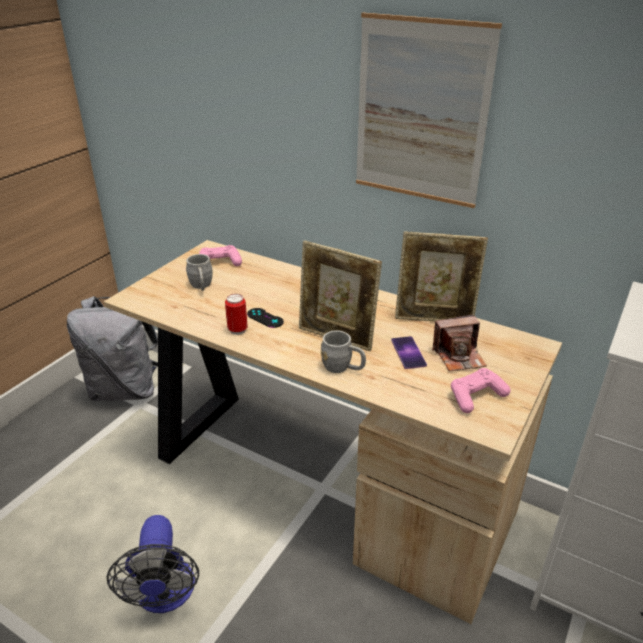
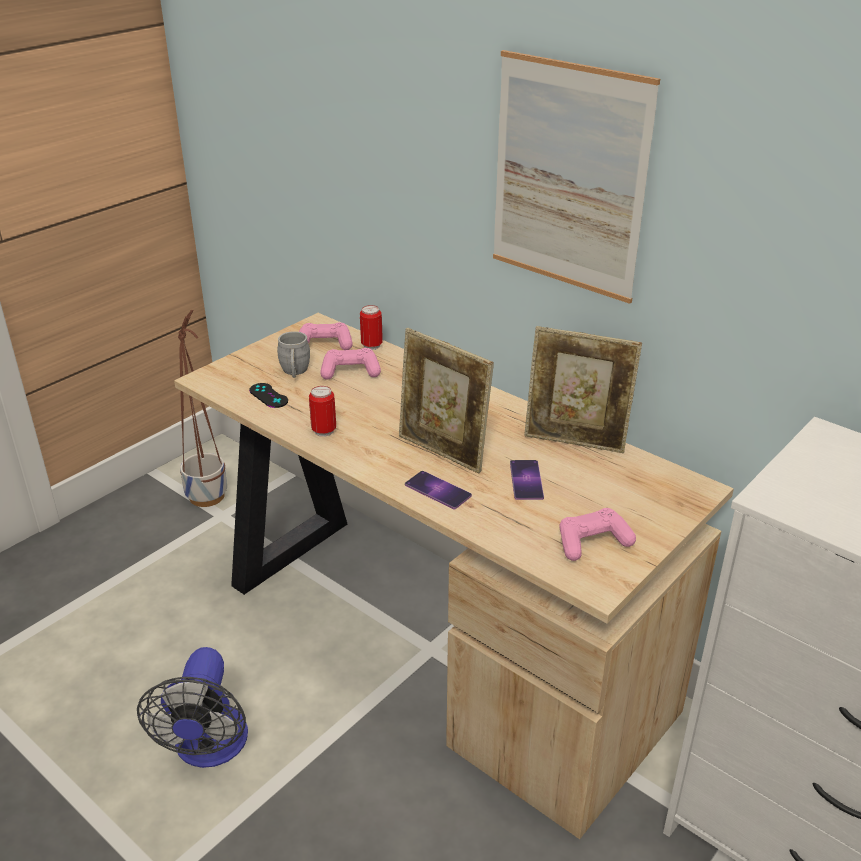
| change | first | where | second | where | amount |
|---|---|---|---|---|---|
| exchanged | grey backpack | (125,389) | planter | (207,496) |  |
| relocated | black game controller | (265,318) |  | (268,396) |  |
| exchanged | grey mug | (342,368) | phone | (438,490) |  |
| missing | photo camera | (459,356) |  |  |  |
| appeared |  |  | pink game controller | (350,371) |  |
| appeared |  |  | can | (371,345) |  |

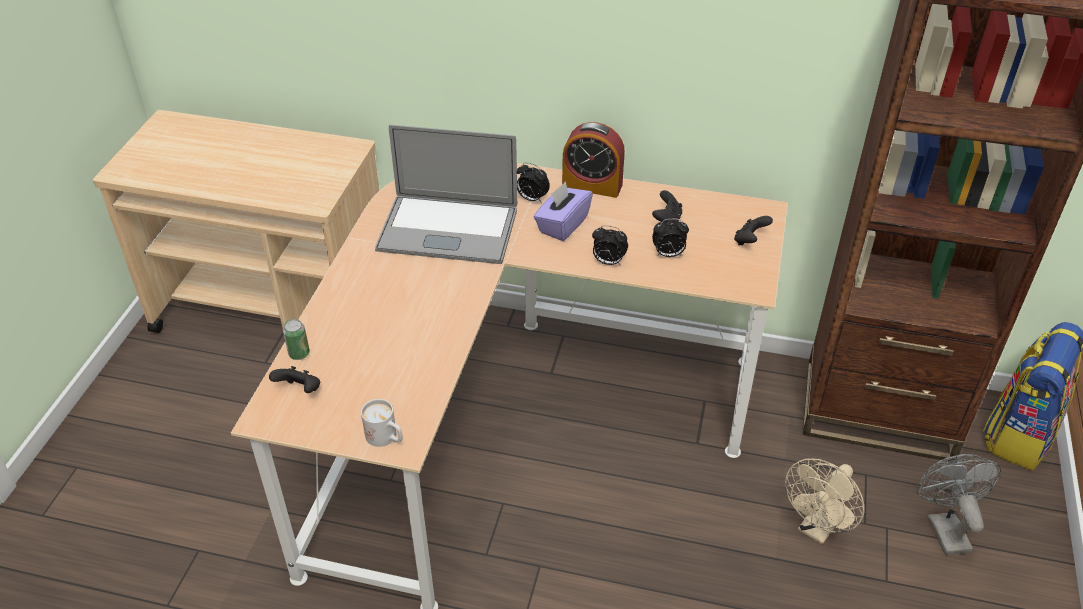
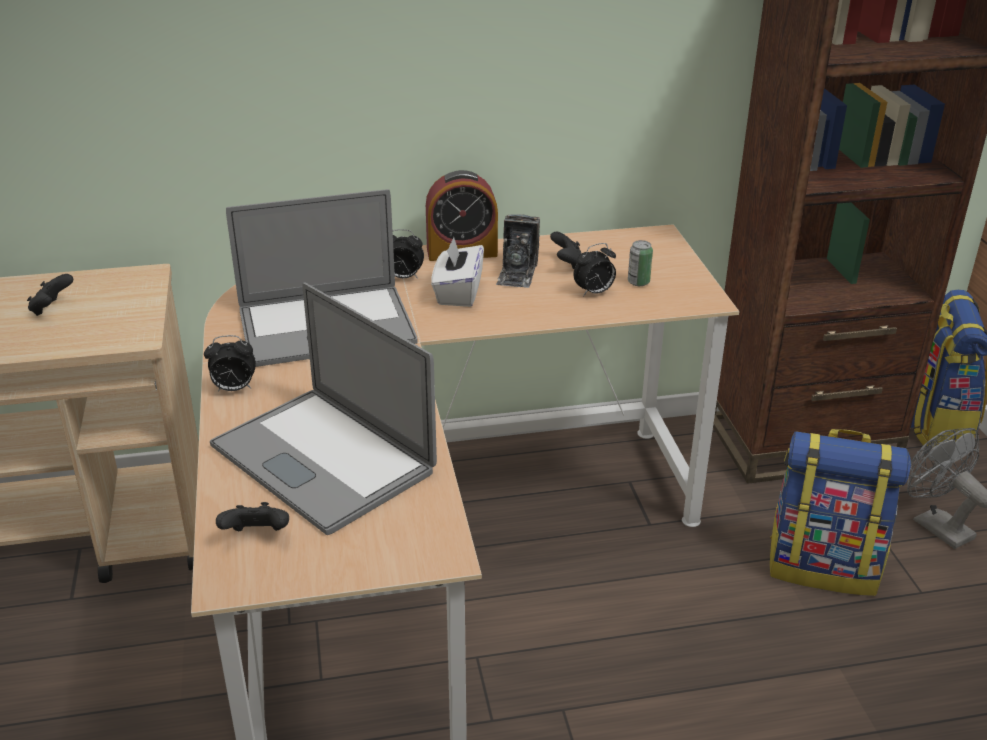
| change | first | where | second | where | amount |
|---|---|---|---|---|---|
| relocated | can | (299,353) |  | (638,282) |  |
| missing | white mug | (386,438) |  |  |  |
| colour | purple tissue box | (562,225) | white tissue box | (458,293) |  |
| relocated | alarm clock | (608,262) |  | (234,389) |  |
| relocated | black game controller | (750,241) |  | (52,309) |  |
| exchanged | beige fan | (817,528) | backpack | (824,566) |  |
| appeared |  |  | laptop | (322,458) |  |
| appeared |  |  | photo camera | (517,272) |  |

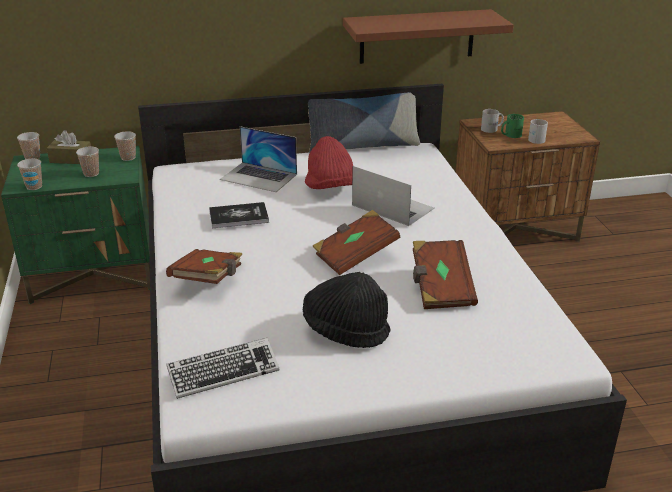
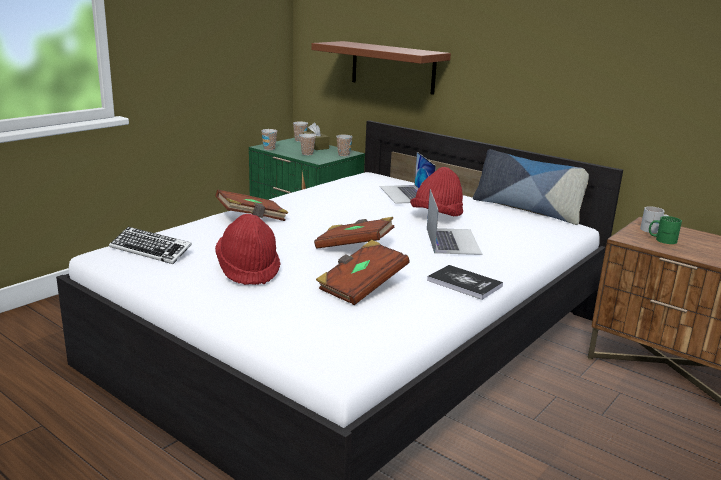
| change | first | where | second | where | amount |
|---|---|---|---|---|---|
| relocated | book | (238,216) |  | (464,283) |  |
| colour | black hat | (345,330) | red hat | (248,270) |  |
| relocated | brown shelf | (417,36) |  | (393,67) |  |
| missing | white mug | (536,138) |  |  |  |

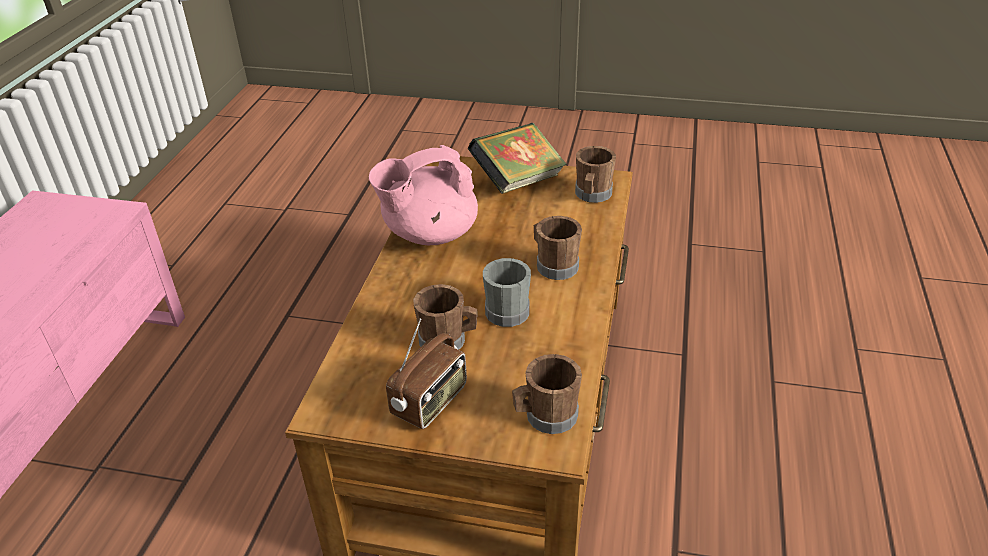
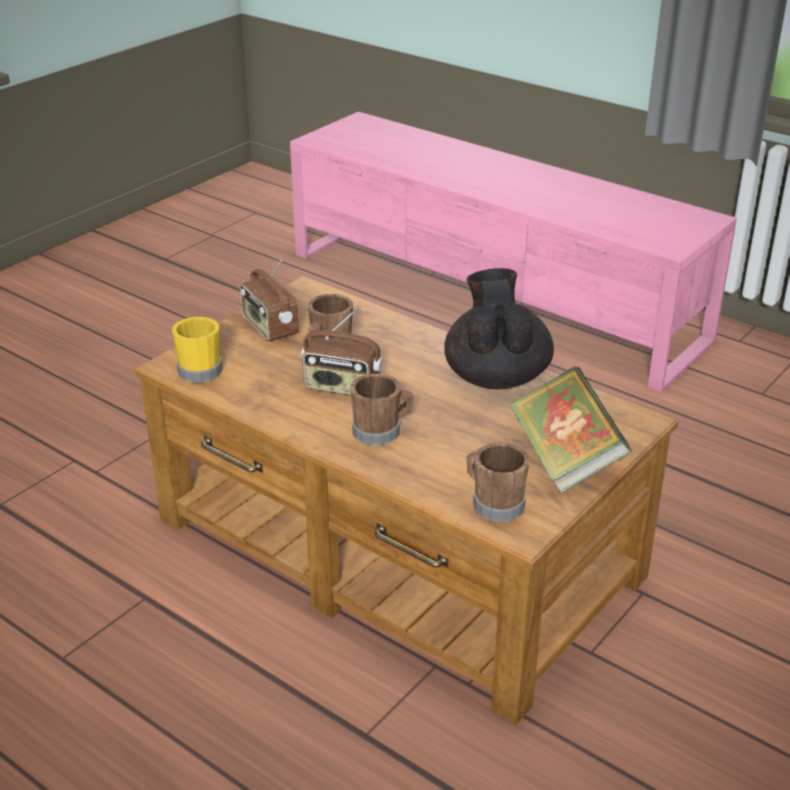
| change | first | where | second | where | amount |
|---|---|---|---|---|---|
| colour | pink teapot | (429,234) | black teapot | (496,376) |  |
| exchanged | grey mug | (506,309) | radio | (341,386) |  |
| colour | brown mug | (545,417) | yellow mug | (202,368) |  |

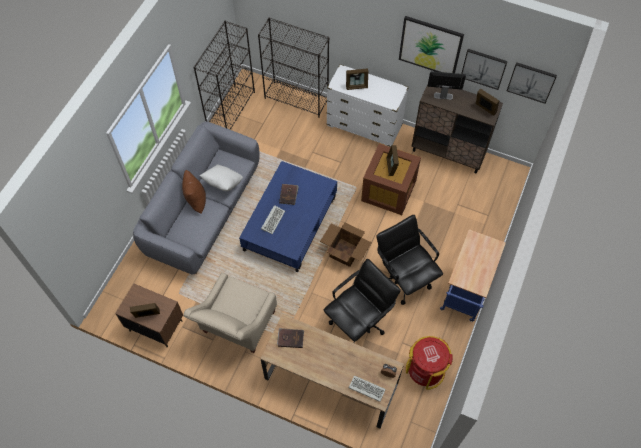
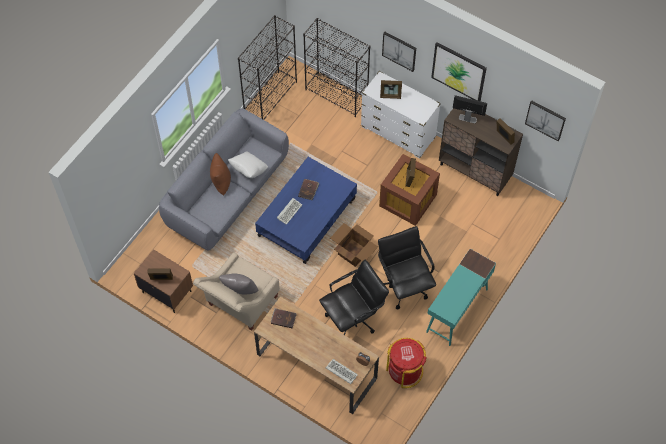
| change | first | where | second | where | amount |
|---|---|---|---|---|---|
| exchanged | blue cart | (464,296) | turquoise desk | (457,310) |  |
| relocated | picture | (483,68) |  | (399,50) |  |
| appeared |  |  | grey pillow | (240,291) |  |

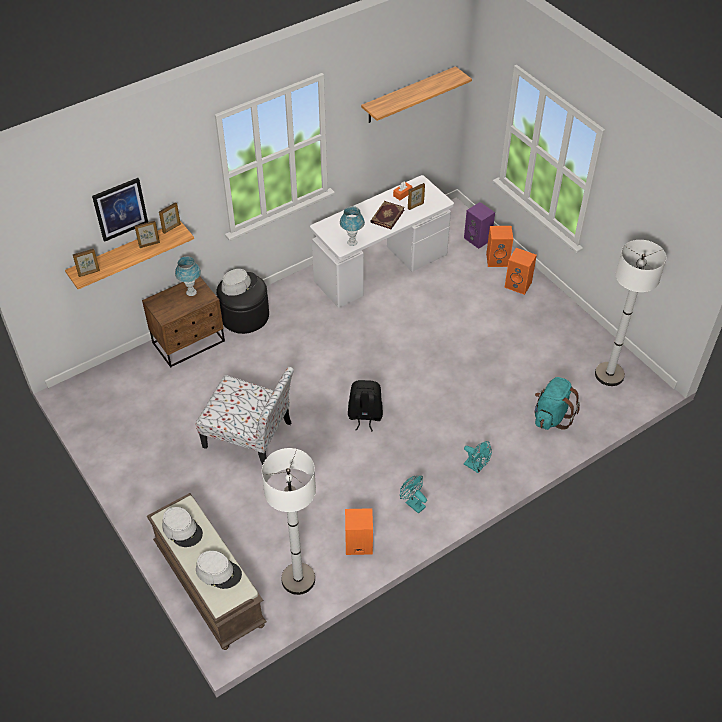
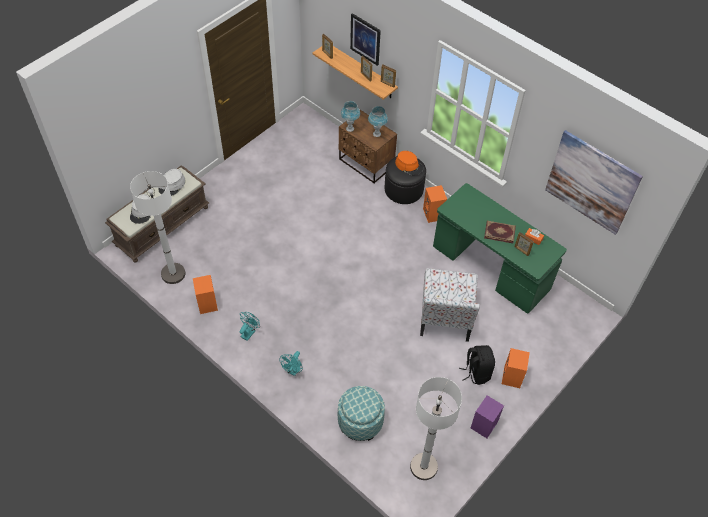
| change | first | where | second | where | amount |
|---|---|---|---|---|---|
| relocated | chair | (250,435) |  | (445,316) |  |
| colour | grey hat | (239,284) | orange hat | (409,165) |  |
| colour | white desk | (381,268) | green desk | (490,268) |  |
| relocated | blue table lamp | (352,242) |  | (350,129) |  |
| relocated | black backpack | (364,416) |  | (476,372) |  |
| exchanged | shelf | (409,95) | picture | (591,182) |  |
| relocated | purple speaker | (478,239) |  | (484,426) |  |
| relocated | orange speaker | (498,259) |  | (433,214) |  |
| exchanged | turquoise backpack | (551,416) | ottoman | (360,421) |  |

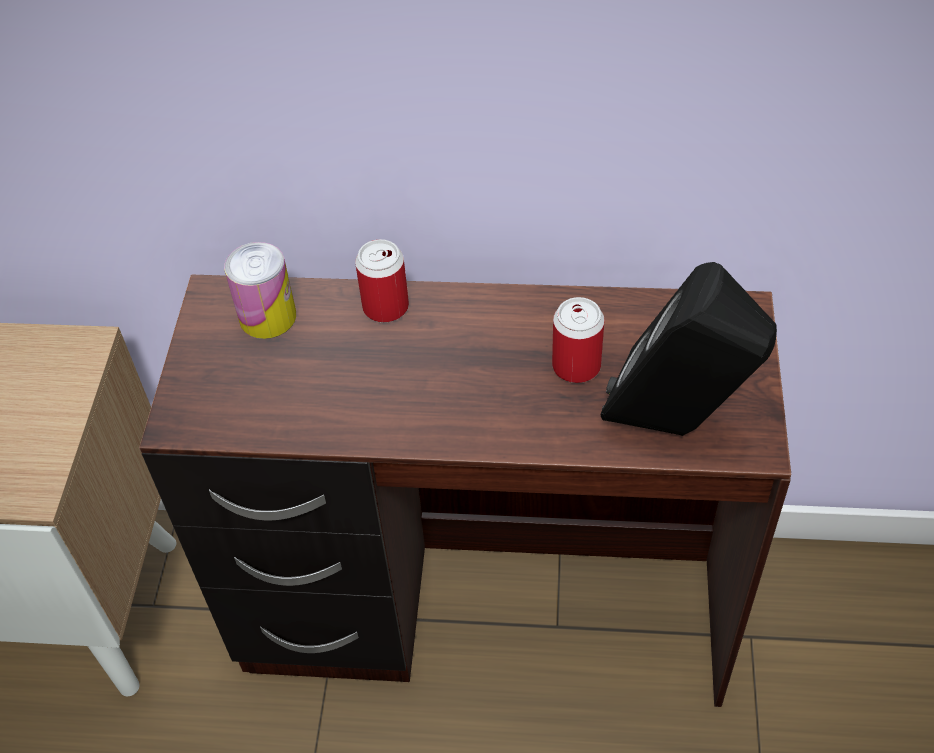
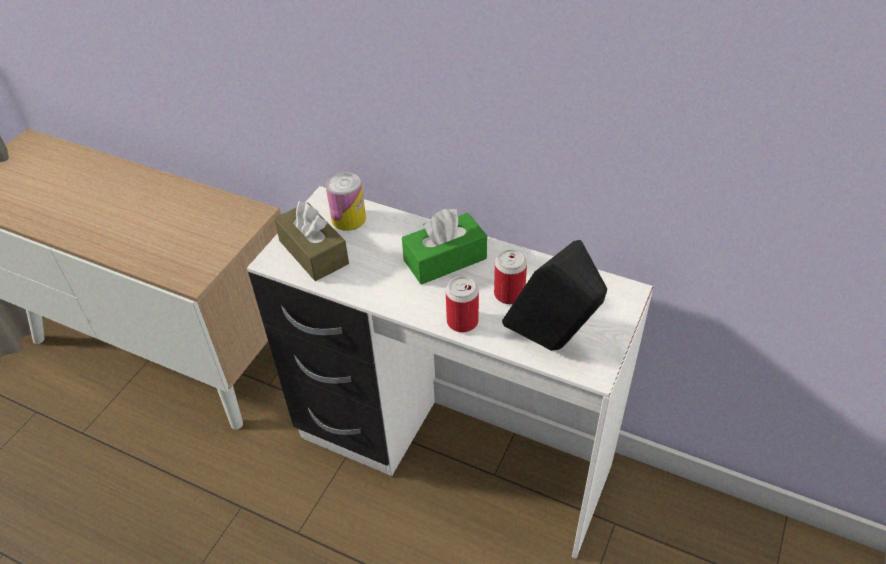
| change | first | where | second | where | amount |
|---|---|---|---|---|---|
| colour | brown desk | (484,617) | white desk | (452,454) |  |
| relocated | can | (385,307) |  | (462,321) |  |
| appeared |  |  | brown tissue box | (313,252) |  |
| appeared |  |  | green tissue box | (445,259) |  |

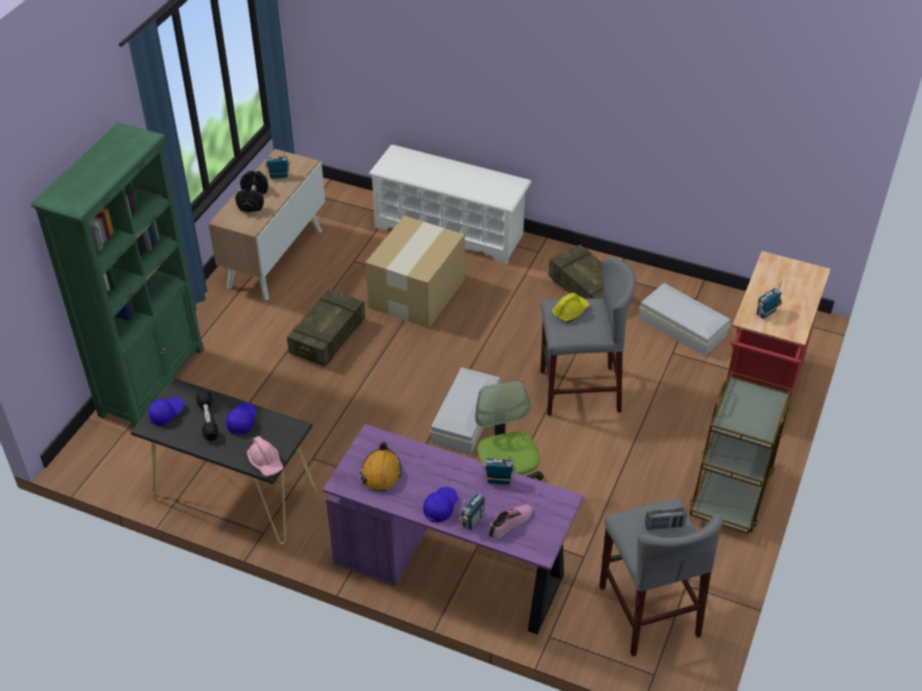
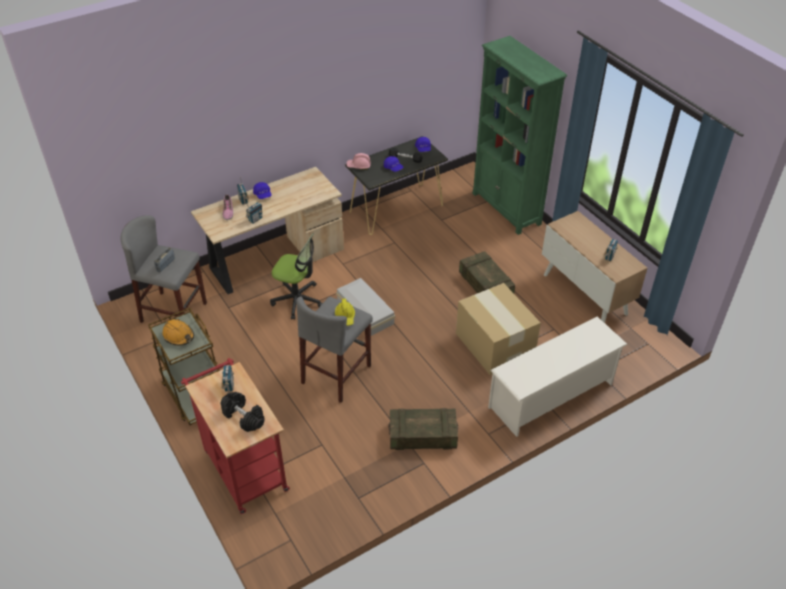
| change | first | where | second | where | amount |
|---|---|---|---|---|---|
| relocated | black dumbbell | (252,199) |  | (244,417) |  |
| colour | purple desk | (453,570) | beige desk | (274,258) |  |
| relocated | orange hard hat | (381,472) |  | (179,336) |  |
| missing | white storage box | (683,328) |  |  |  |

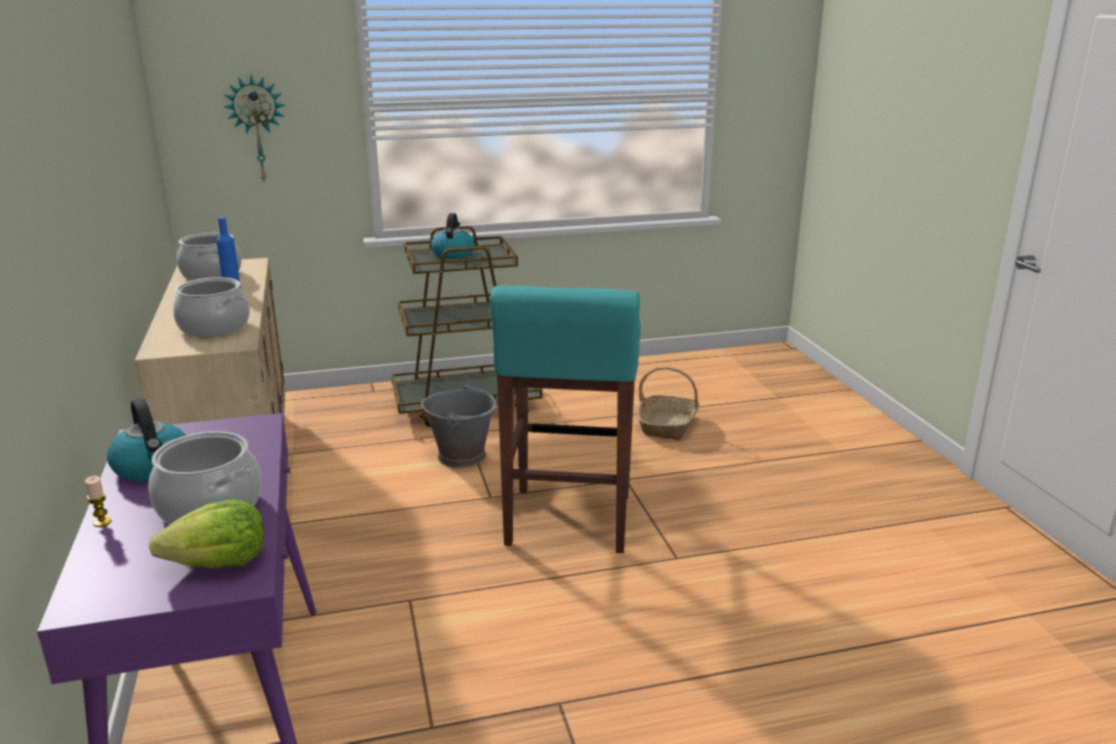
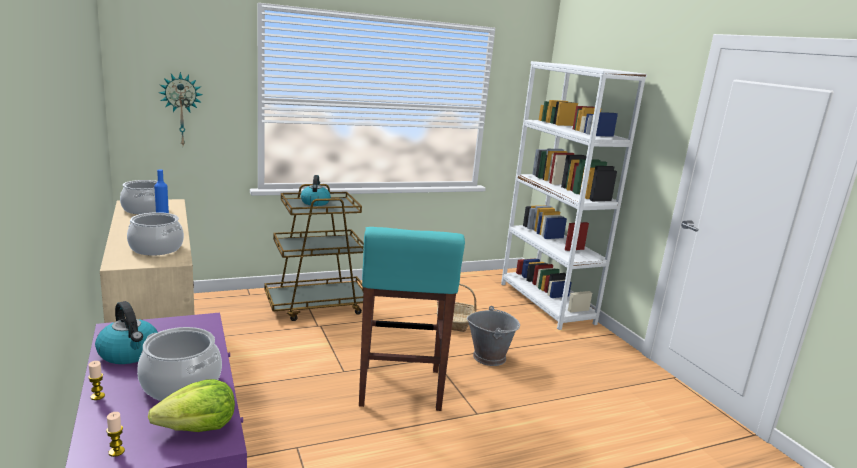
| change | first | where | second | where | amount |
|---|---|---|---|---|---|
| relocated | grey bucket | (462,456) |  | (489,357) |  |
| appeared |  |  | candle | (116,451) |  |
| appeared |  |  | white bookcase | (546,303) |  |

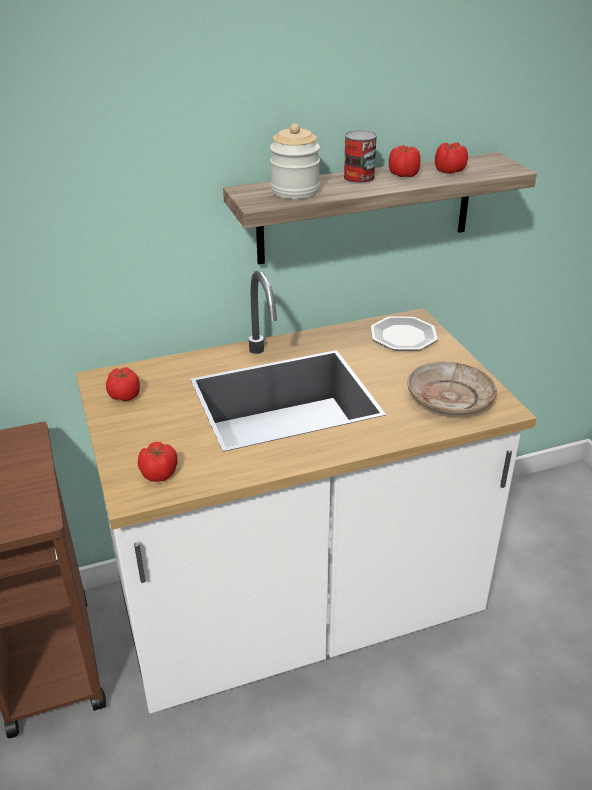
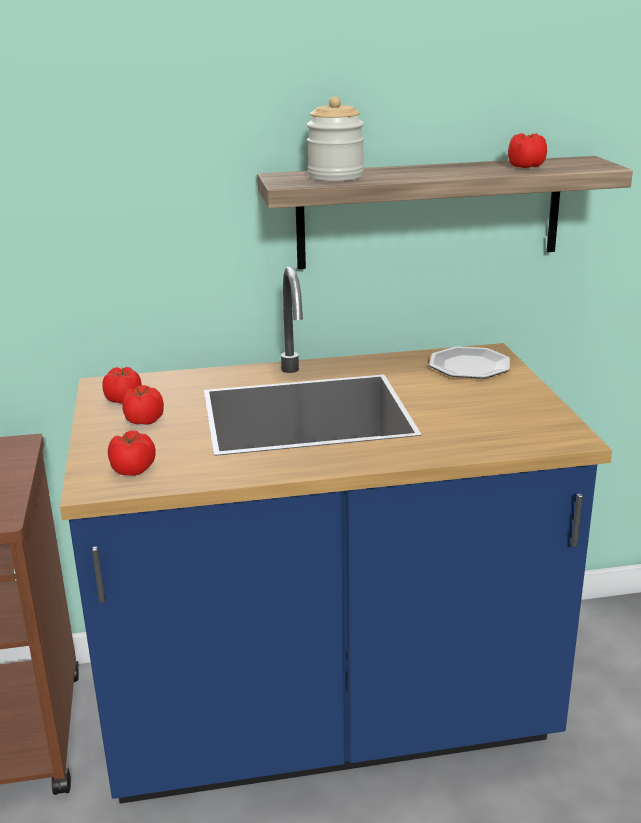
| change | first | where | second | where | amount |
|---|---|---|---|---|---|
| colour | white counter | (297,613) | blue counter | (327,717) |  |
| missing | can | (359,178) |  |  |  |
| relocated | tomato | (403,175) |  | (143,421) |  |
| missing | beige plate | (449,398) |  |  |  |

